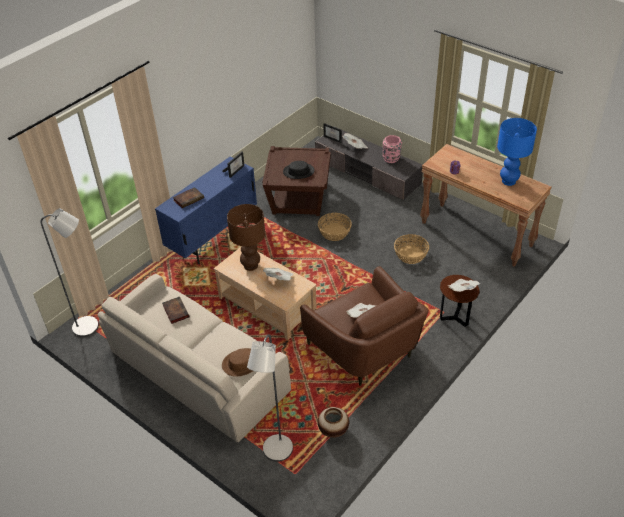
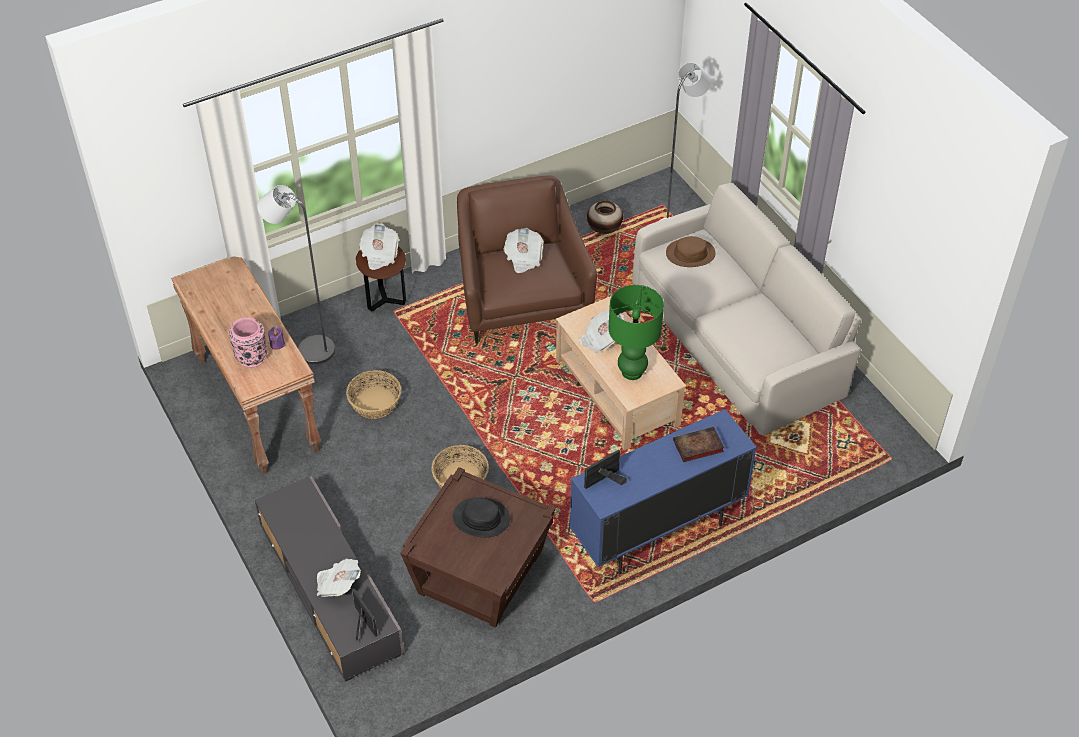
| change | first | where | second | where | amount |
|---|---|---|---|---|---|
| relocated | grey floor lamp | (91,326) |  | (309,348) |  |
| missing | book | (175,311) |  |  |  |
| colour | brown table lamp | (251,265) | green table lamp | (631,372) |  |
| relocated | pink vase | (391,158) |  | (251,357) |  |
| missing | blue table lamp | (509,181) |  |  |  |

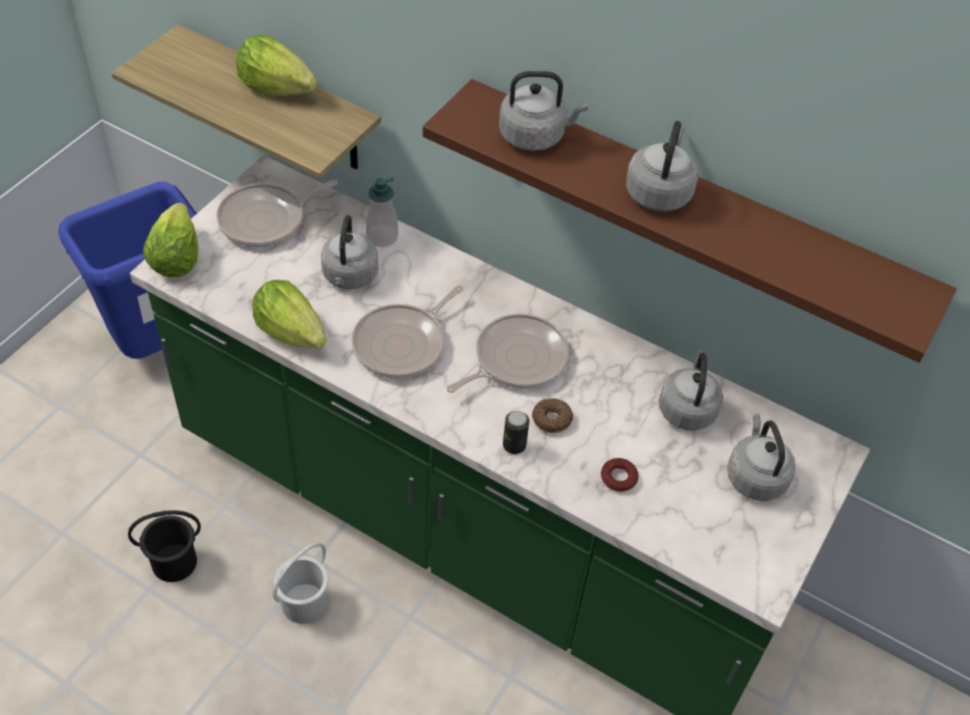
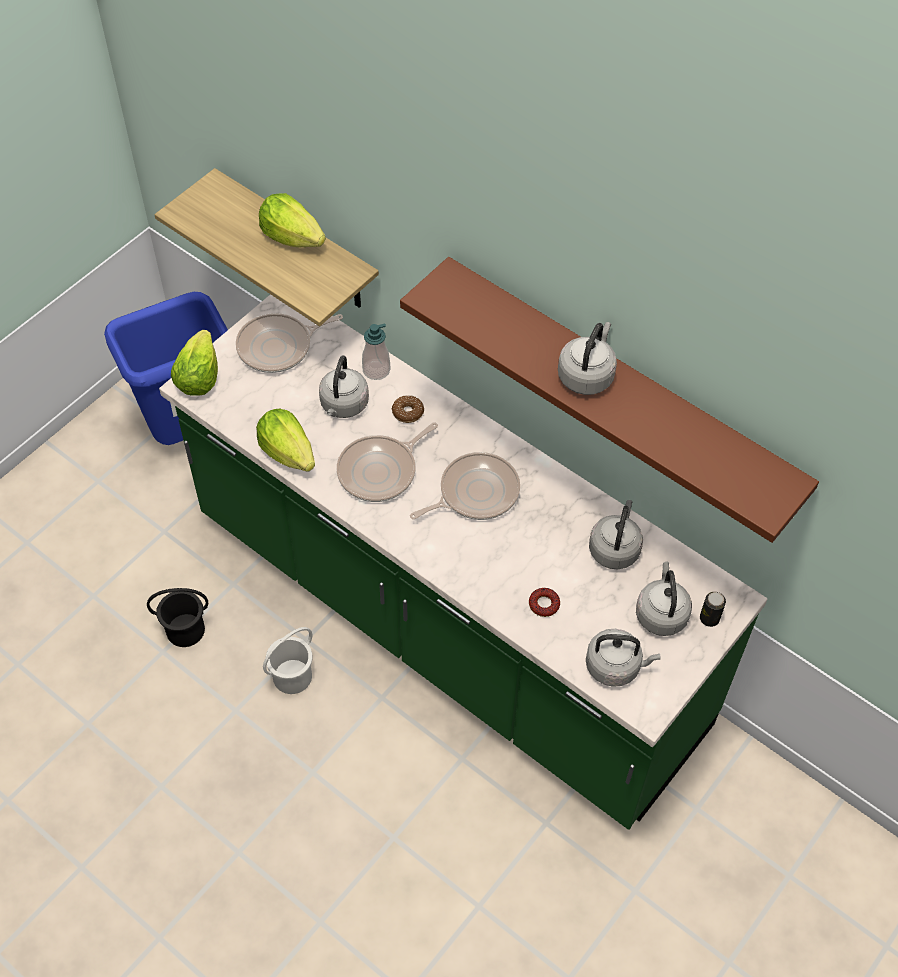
| change | first | where | second | where | amount |
|---|---|---|---|---|---|
| relocated | grey kettle | (535,136) |  | (615,666) |  |
| relocated | can | (514,445) |  | (709,618) |  |
| relocated | donut | (551,419) |  | (408,412) |  |

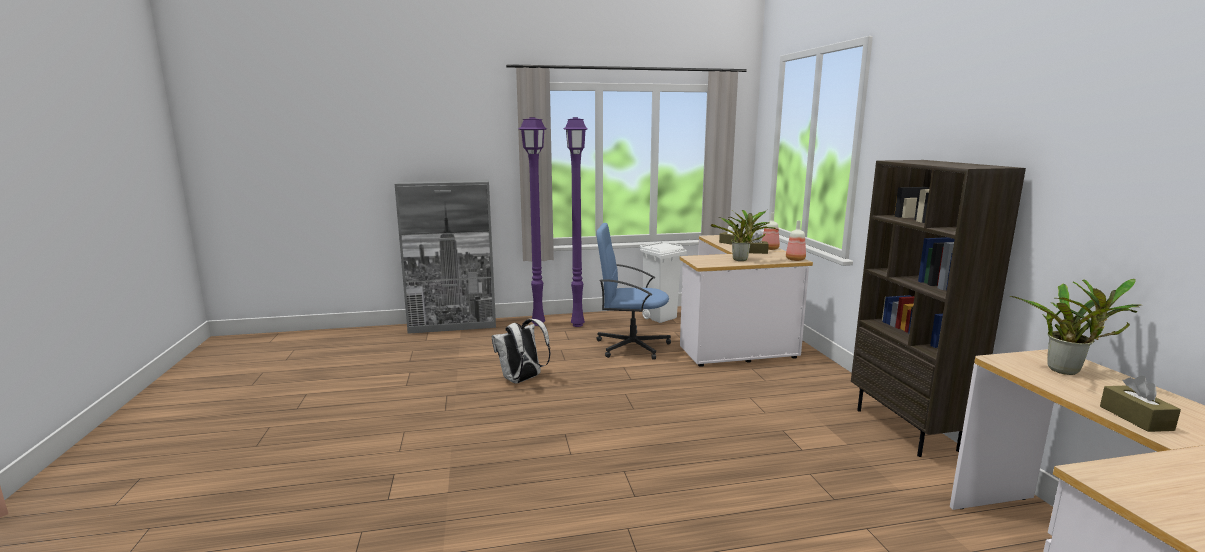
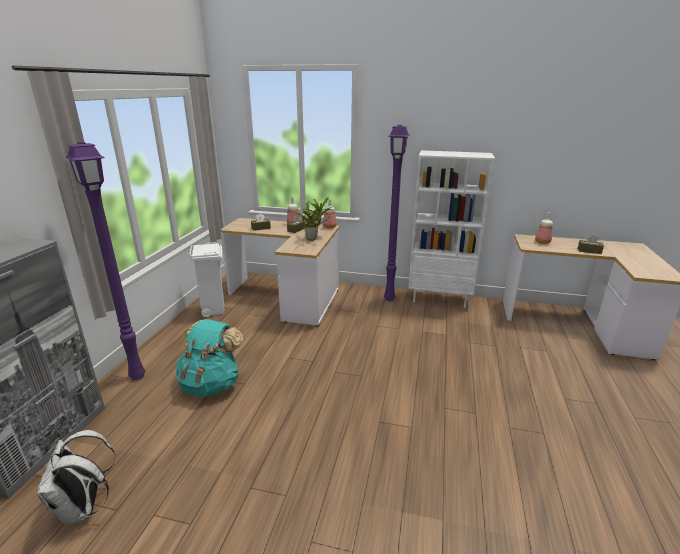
| change | first | where | second | where | amount |
|---|---|---|---|---|---|
| relocated | white backpack | (522,380) |  | (84,508) |  |
| relocated | purple floor lamp | (576,325) |  | (388,299) |  |
| missing | blue office chair | (631,346) |  |  |  |
| colour | brown bookcase | (907,430) | white bookcase | (439,299) |  |
| exchanged | potted plant | (1068,371) | bottle | (542,242) |  |
| appeared |  |  | turquoise backpack | (211,384) |  |

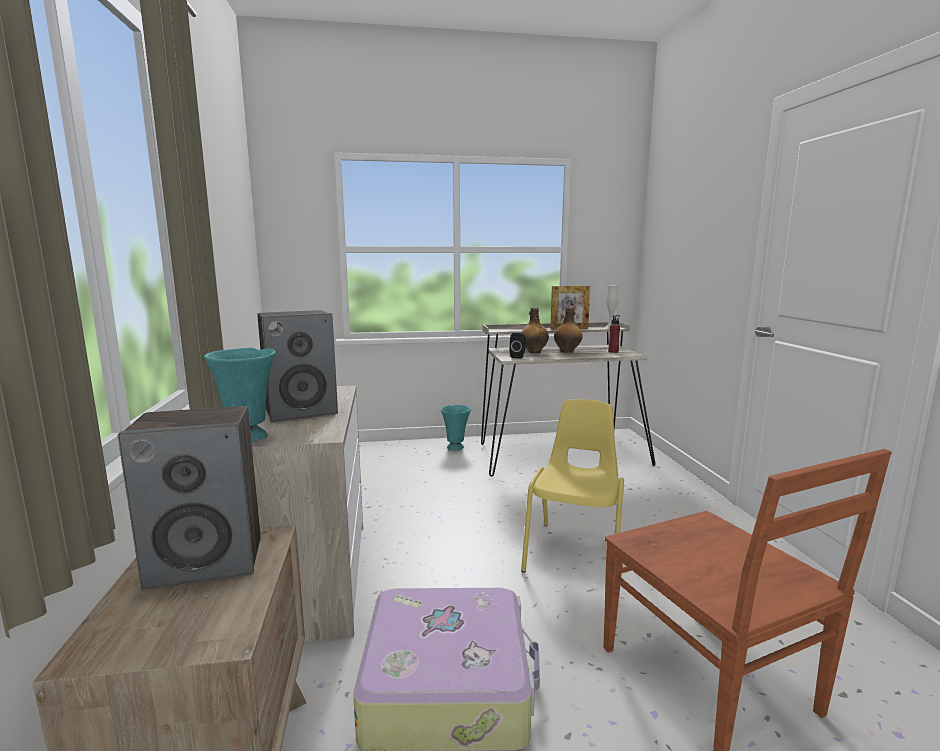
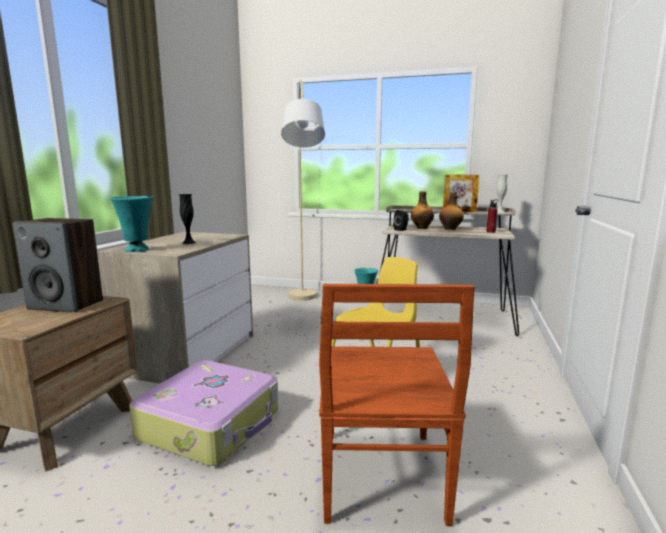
| change | first | where | second | where | amount |
|---|---|---|---|---|---|
| exchanged | speaker | (302,412) | black vase | (189,243) |  |
| appeared |  |  | beige floor lamp | (304,313) |  |

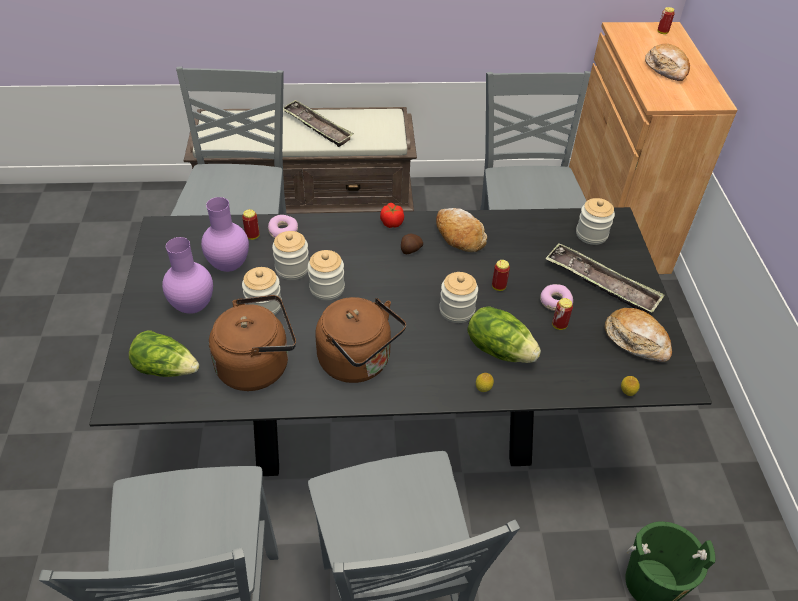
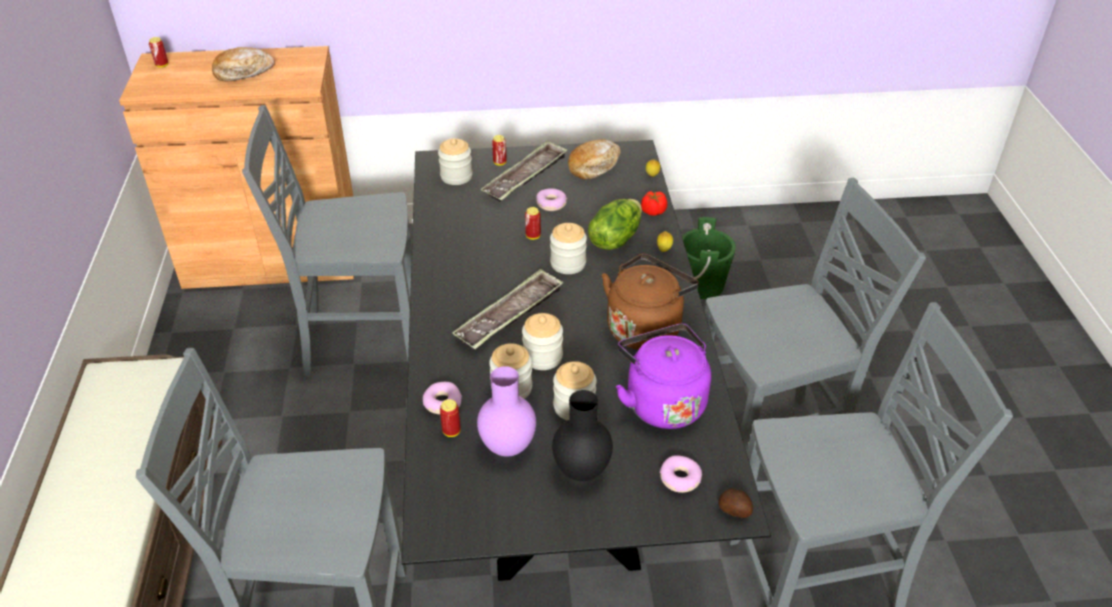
| change | first | where | second | where | amount |
|---|---|---|---|---|---|
| exchanged | lettuce | (167,368) | donut | (680,479) |  |
| colour | purple vase | (194,306) | black vase | (580,471) |  |
| colour | brown kettle | (258,365) | purple kettle | (662,402) |  |
| relocated | tray | (317,127) |  | (510,315) |  |
| relocated | tomato | (392,223) |  | (653,211) |  |
| relocated | potato | (410,250) |  | (735,511) |  |
| missing | bread | (459,236) |  |  |  |
| relocated | can | (559,325) |  | (500,163) |  |

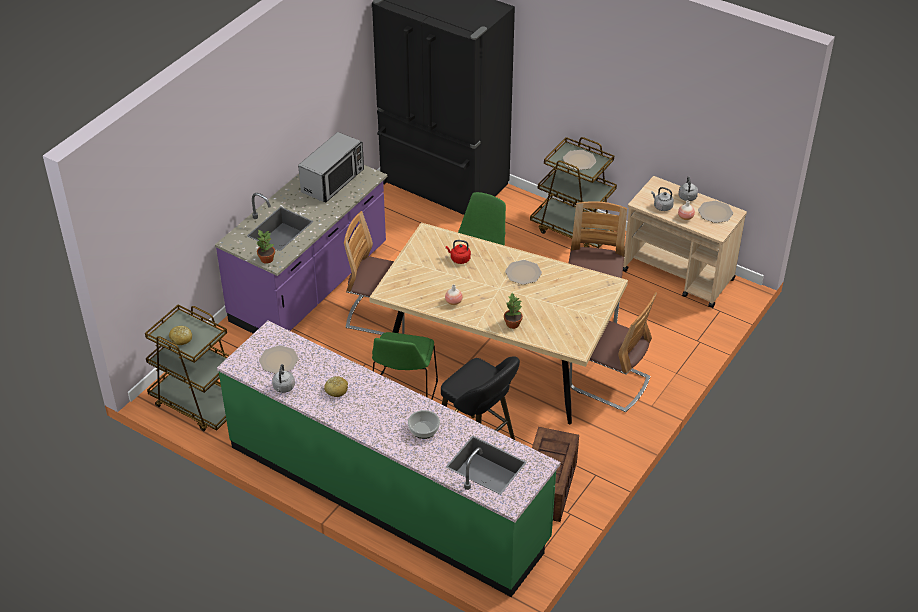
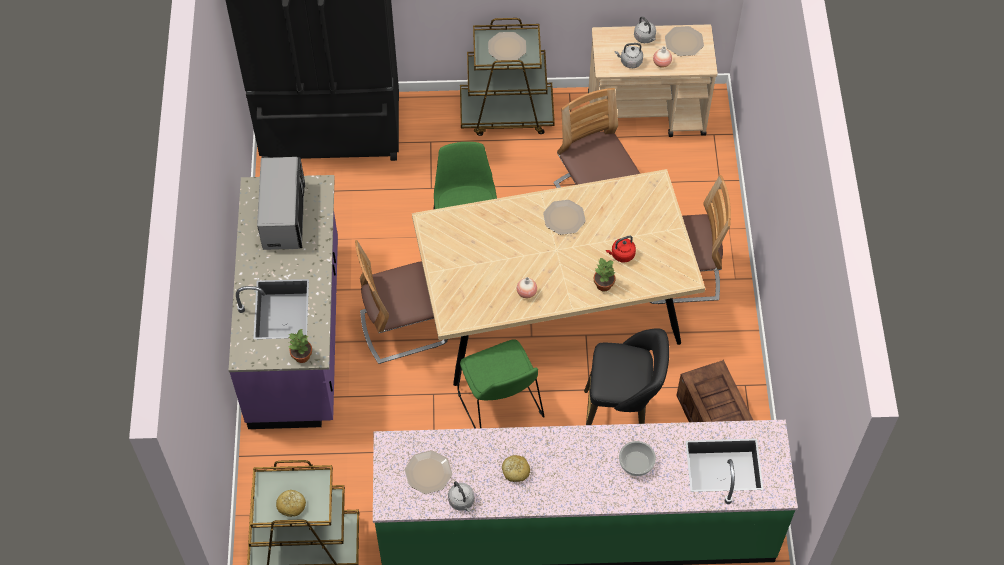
| change | first | where | second | where | amount |
|---|---|---|---|---|---|
| relocated | red kettle | (459,259) |  | (621,255) |  |

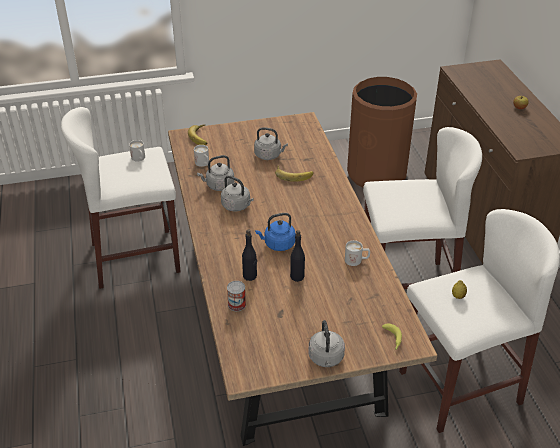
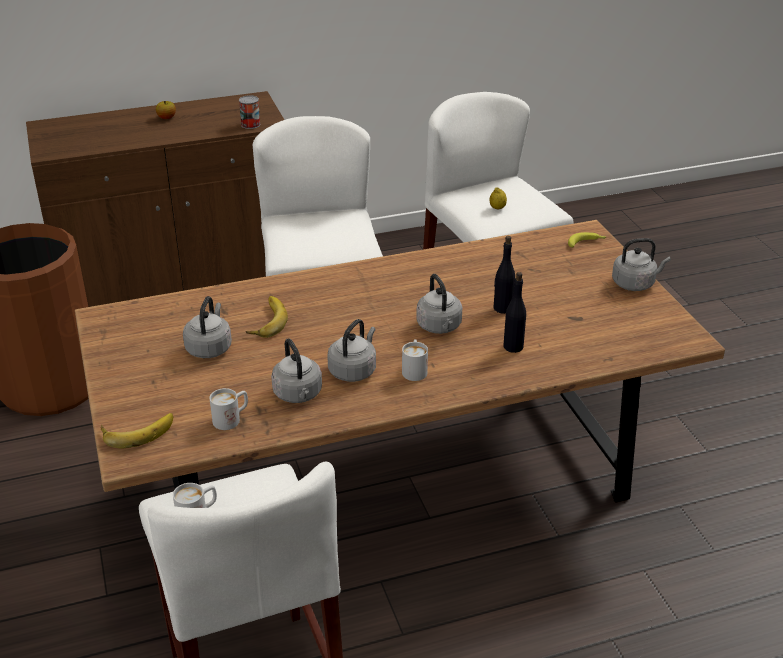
| change | first | where | second | where | amount |
|---|---|---|---|---|---|
| relocated | can | (236,304) |  | (250,124) |  |
| colour | blue kettle | (278,244) | grey kettle | (440,327) |  |
| relocated | white mug | (356,260) |  | (414,369) |  |

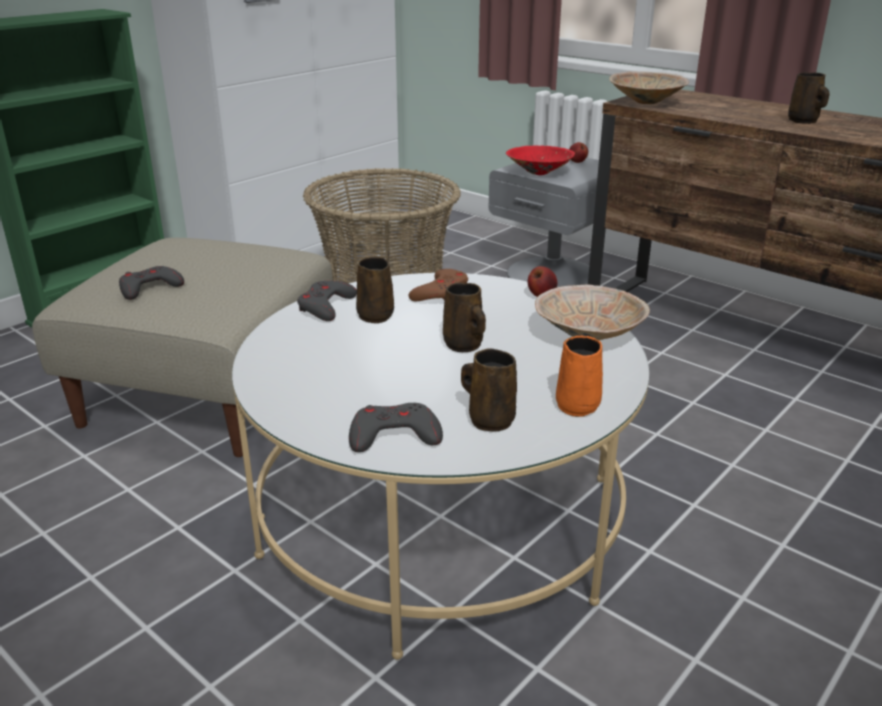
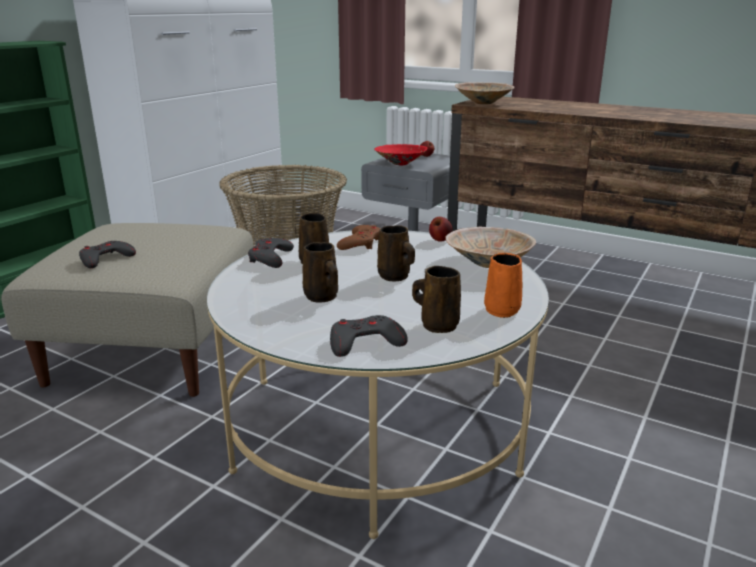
| change | first | where | second | where | amount |
|---|---|---|---|---|---|
| relocated | brown mug | (804,121) |  | (322,297) |  |

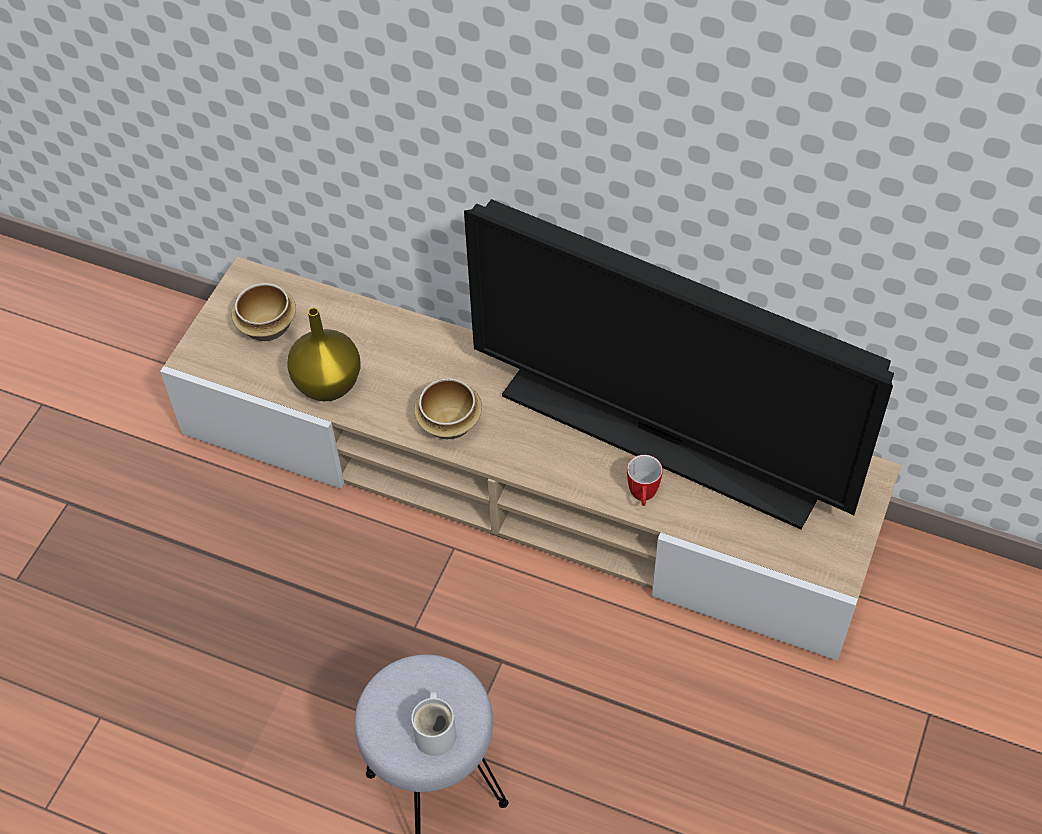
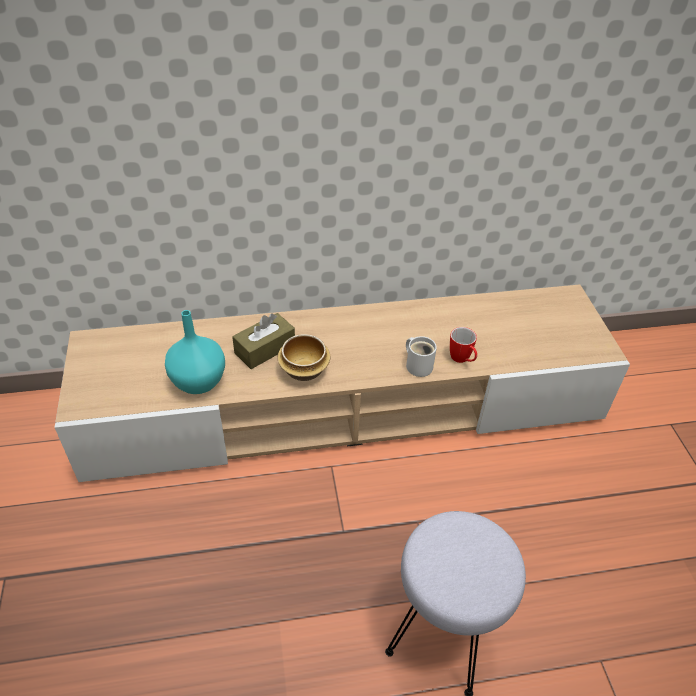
| change | first | where | second | where | amount |
|---|---|---|---|---|---|
| missing | bowl | (267,328) |  |  |  |
| colour | yellow vase | (328,385) | turquoise vase | (199,383) |  |
| relocated | white mug | (437,732) |  | (418,365) |  |
| missing | television | (662,440) |  |  |  |
| appeared |  |  | brown tissue box | (265,349) |  |

